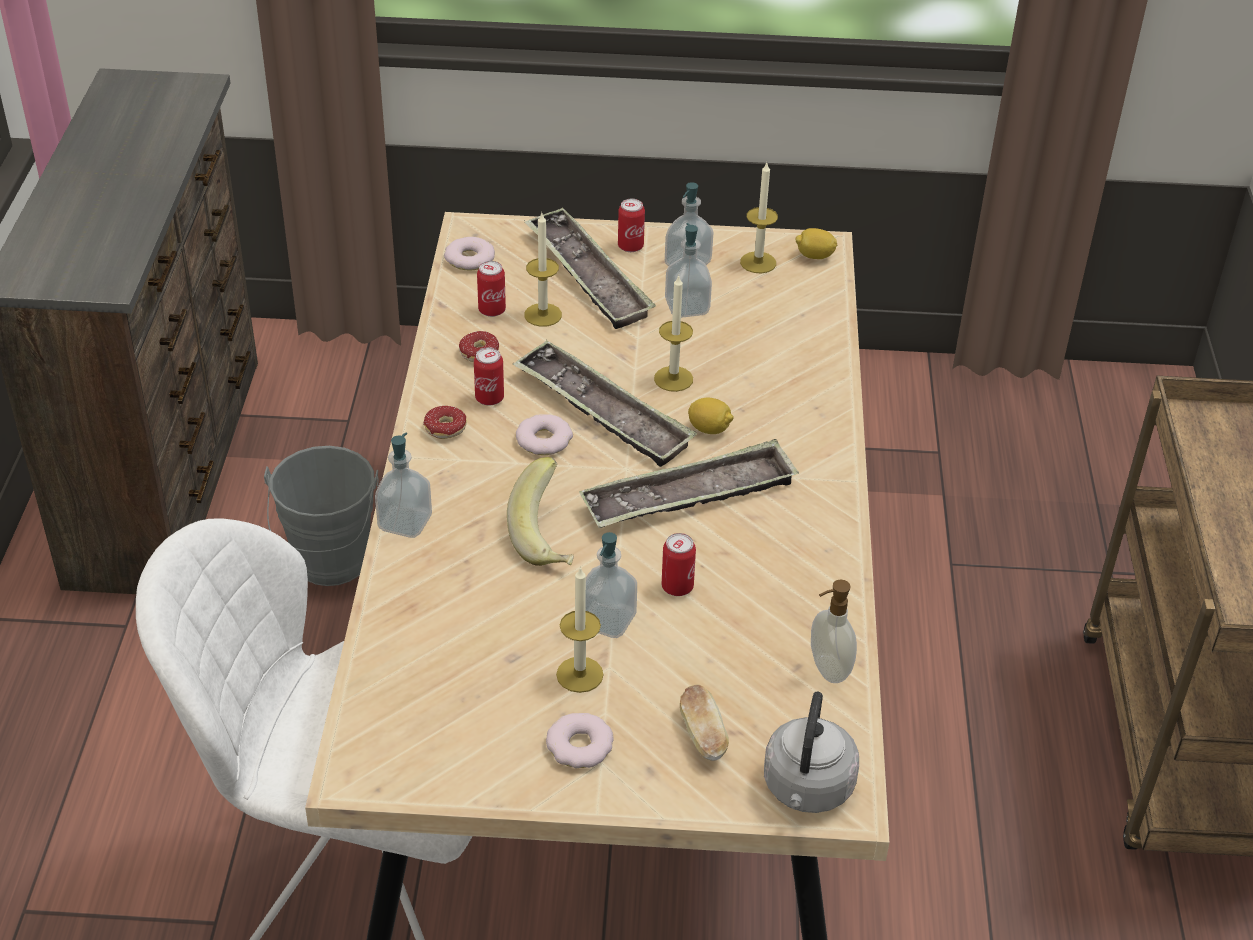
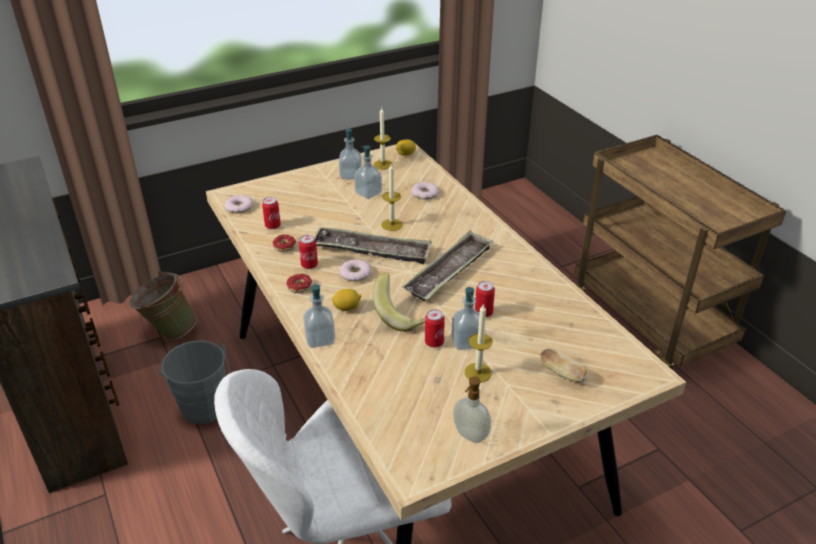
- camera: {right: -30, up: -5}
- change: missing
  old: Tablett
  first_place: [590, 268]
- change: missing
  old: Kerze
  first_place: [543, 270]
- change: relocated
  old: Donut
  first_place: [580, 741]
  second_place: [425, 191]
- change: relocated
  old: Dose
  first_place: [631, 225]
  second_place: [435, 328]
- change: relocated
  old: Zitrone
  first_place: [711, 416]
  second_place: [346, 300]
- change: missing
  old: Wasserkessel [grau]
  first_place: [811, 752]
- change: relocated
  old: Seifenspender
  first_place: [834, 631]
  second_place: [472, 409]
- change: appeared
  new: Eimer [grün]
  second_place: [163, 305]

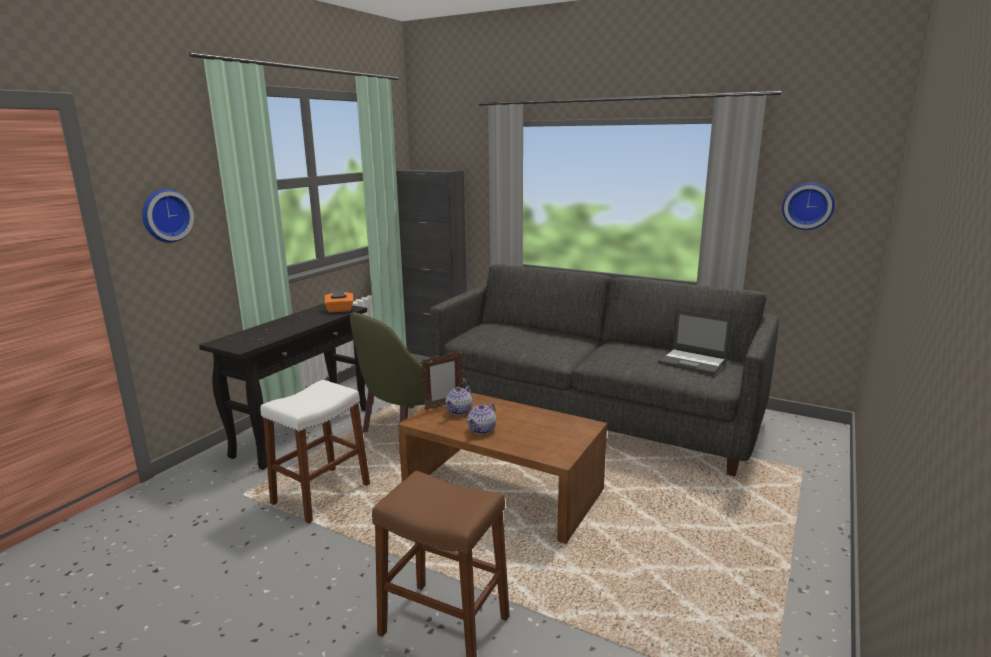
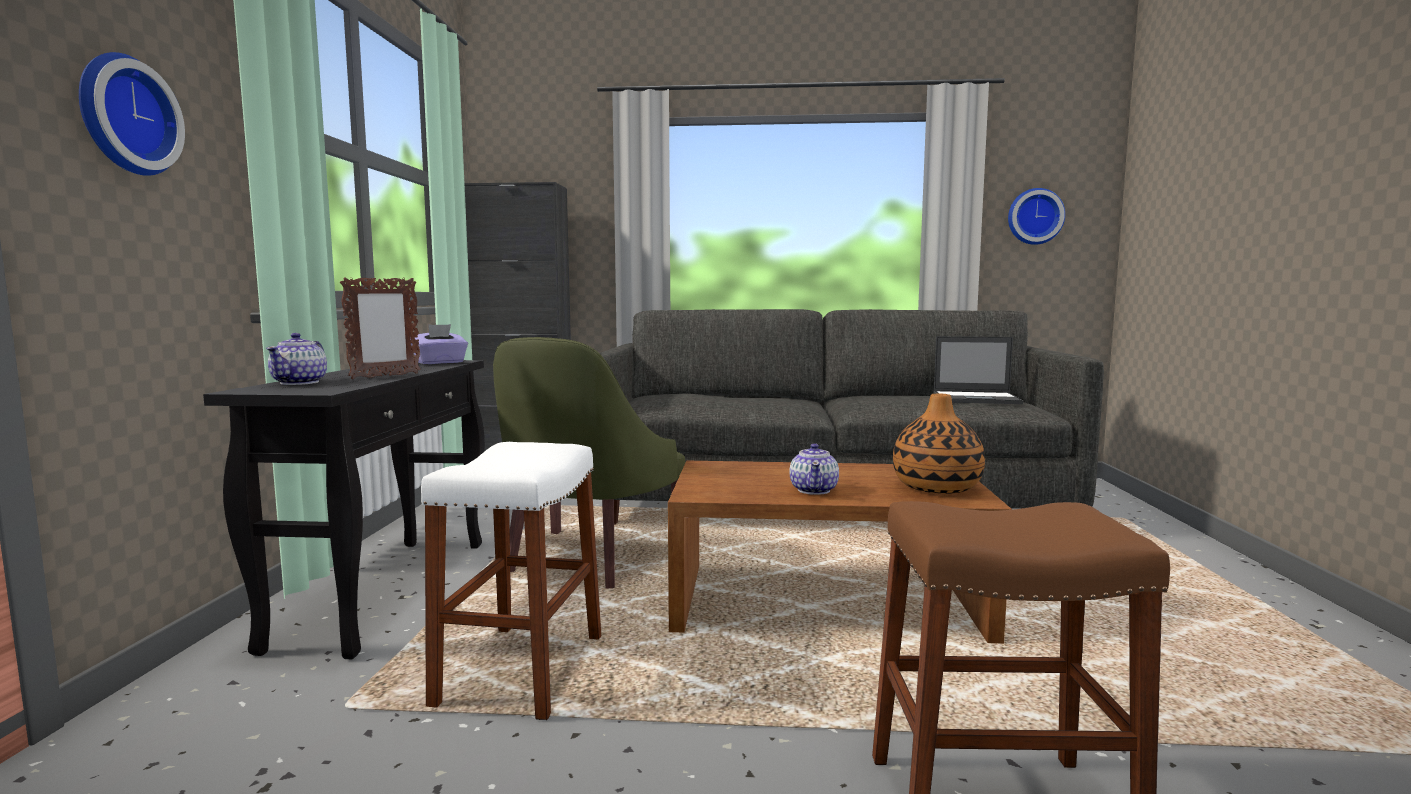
- camera: {right: -25, up: -10}
- change: colour
  old: Taschentuchbox [orange]
  new: Taschentuchbox [lila]
  first_place: [339, 301]
  second_place: [439, 344]
- change: relocated
  old: Bilderrahmen
  first_place: [442, 381]
  second_place: [380, 328]
- change: relocated
  old: Teekanne
  first_place: [459, 400]
  second_place: [296, 359]
- change: appeared
  new: Vase
  second_place: [939, 443]

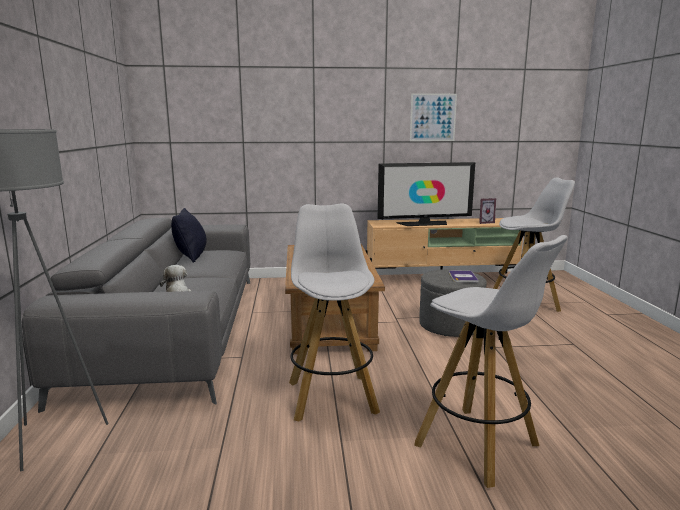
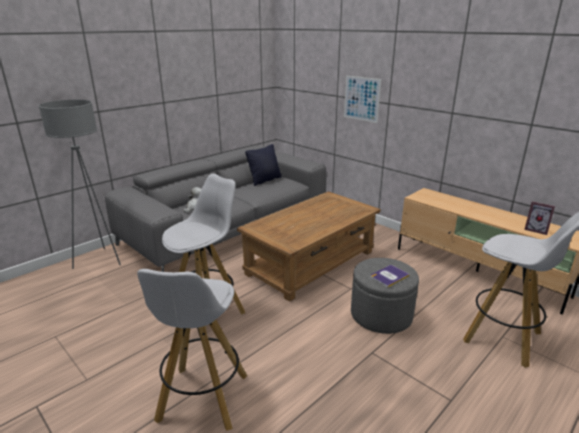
- camera: {right: 50, up: 10}
- change: missing
  old: Fernseher
  first_place: [426, 194]
- change: relocated
  old: Bild
  first_place: [433, 117]
  second_place: [362, 99]

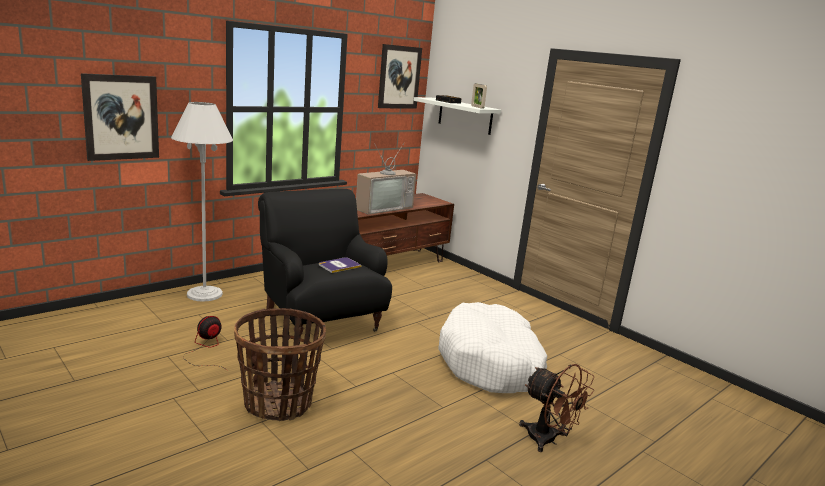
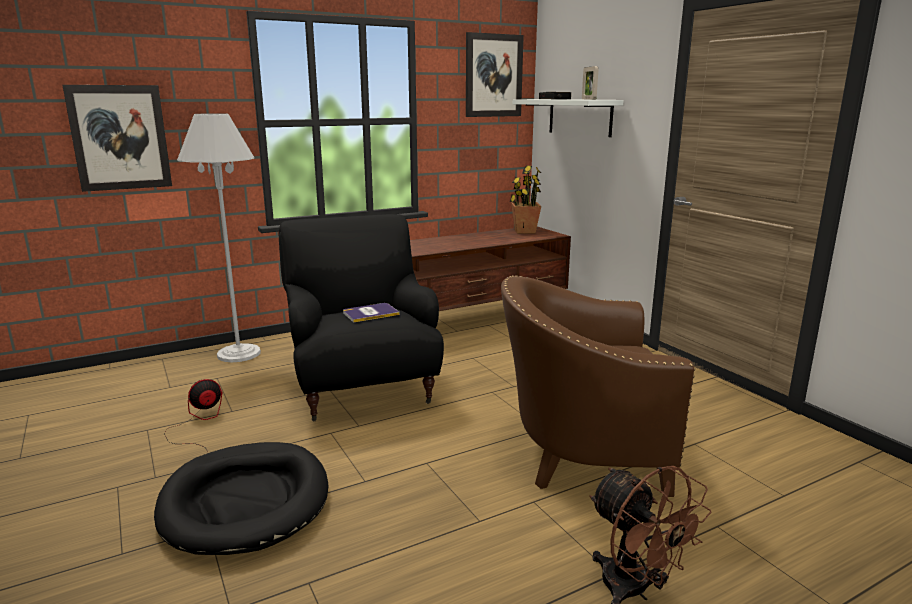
- camera: {right: 15, up: 0}
- change: exchanged
  old: Korb
  new: Hundebett [schwarz]
  first_place: [280, 364]
  second_place: [241, 498]
- change: missing
  old: Fernseher
  first_place: [386, 179]
- change: exchanged
  old: Hundebett [weiß]
  new: Sessel [braun]
  first_place: [492, 347]
  second_place: [598, 386]
- change: appeared
  new: Topfpflanze
  second_place: [525, 199]

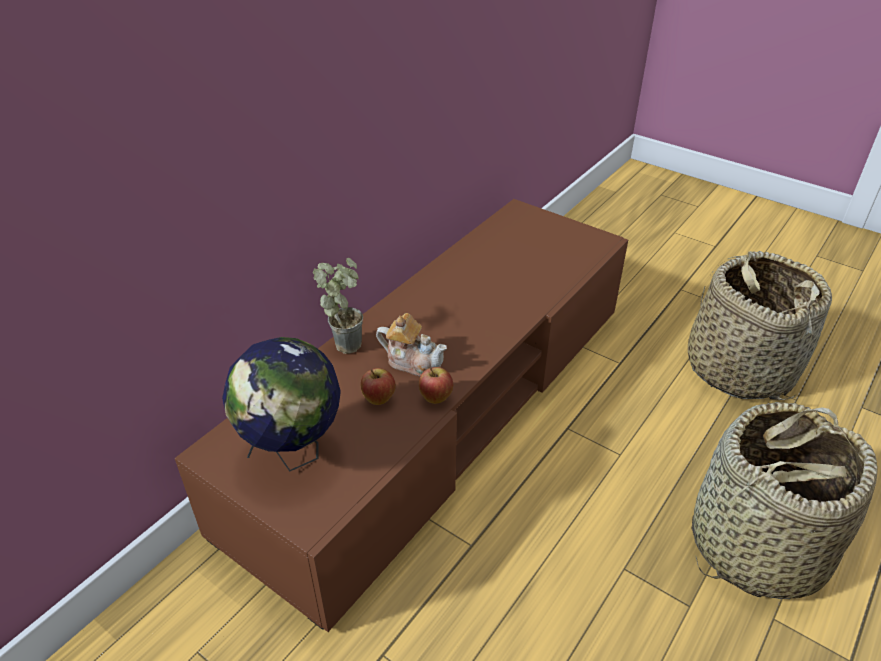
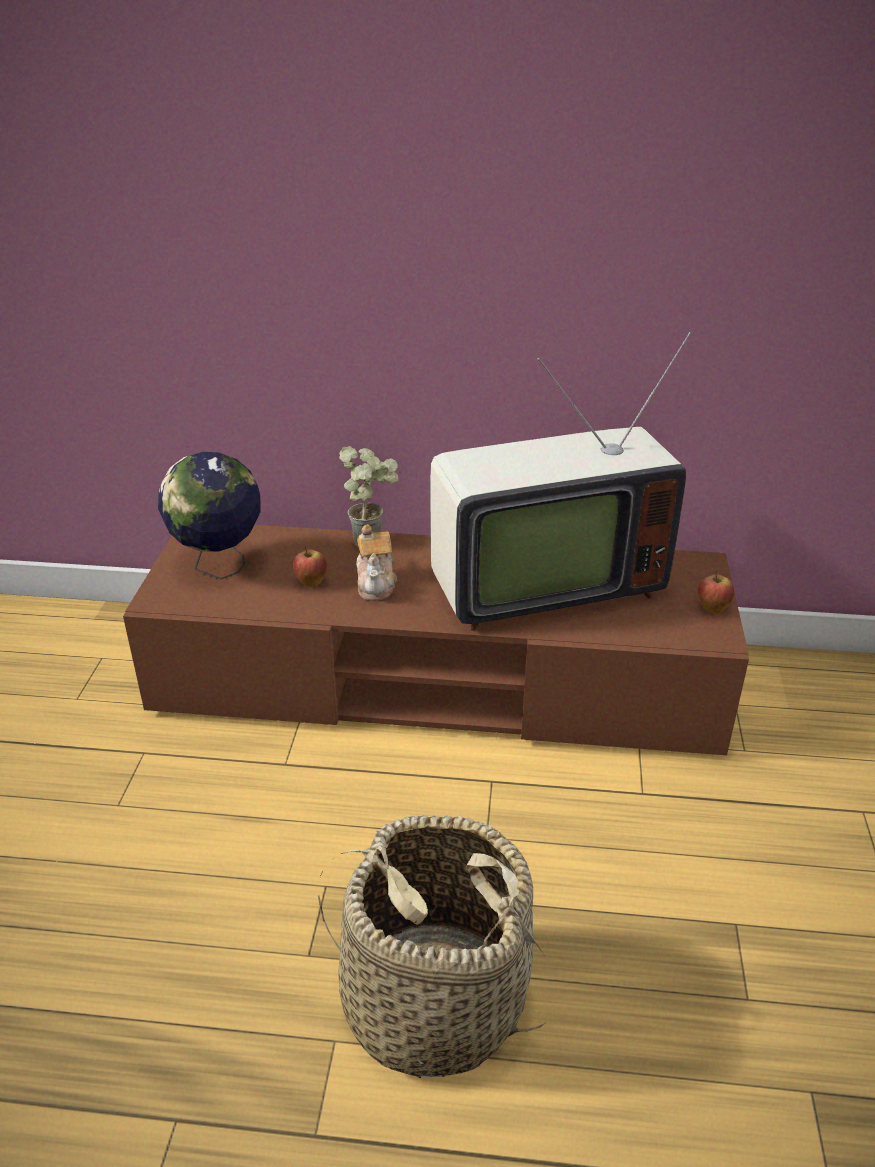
- camera: {right: 60, up: -5}
- change: relocated
  old: Apfel
  first_place: [436, 385]
  second_place: [716, 592]
- change: missing
  old: Korb
  first_place: [760, 325]
- change: appeared
  new: Fernseher
  second_place: [560, 481]

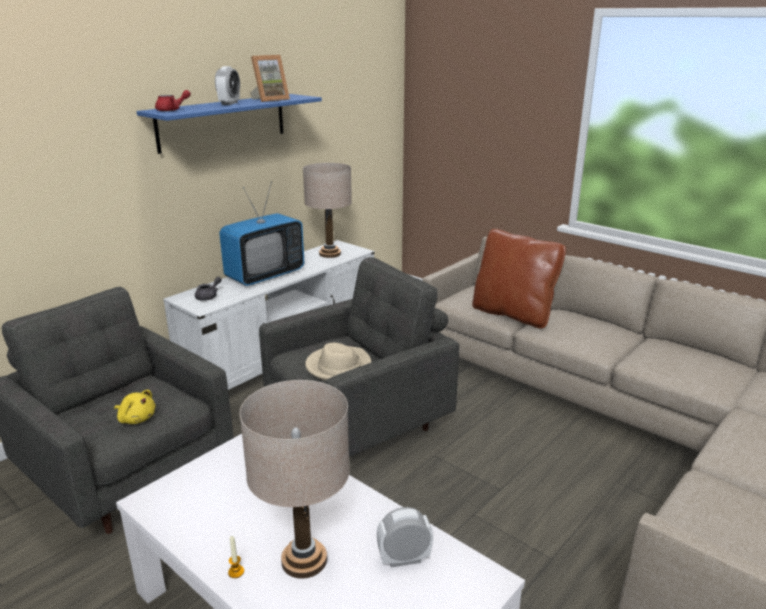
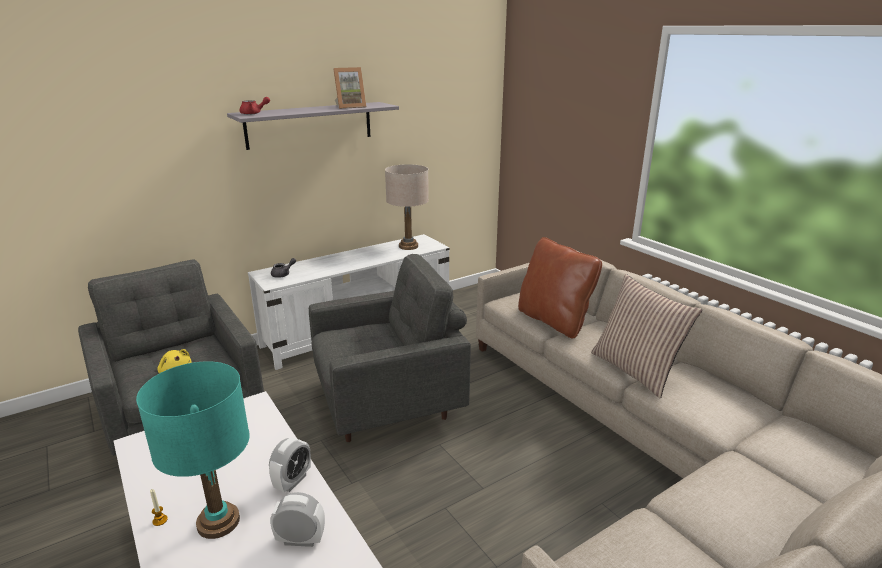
- camera: {right: 15, up: 0}
- change: colour
  old: Wandregal [blau]
  new: Wandregal [grau]
  first_place: [229, 124]
  second_place: [313, 126]
- change: relocated
  old: Wecker
  first_place: [227, 85]
  second_place: [290, 464]
- change: missing
  old: Fernseher
  first_place: [261, 234]
- change: colour
  old: Tischlampe [beige]
  new: Tischlampe [türkis]
  first_place: [294, 479]
  second_place: [193, 450]
- change: missing
  old: Hut [beige]
  first_place: [338, 362]
- change: appeared
  new: Kissen
  second_place: [646, 336]

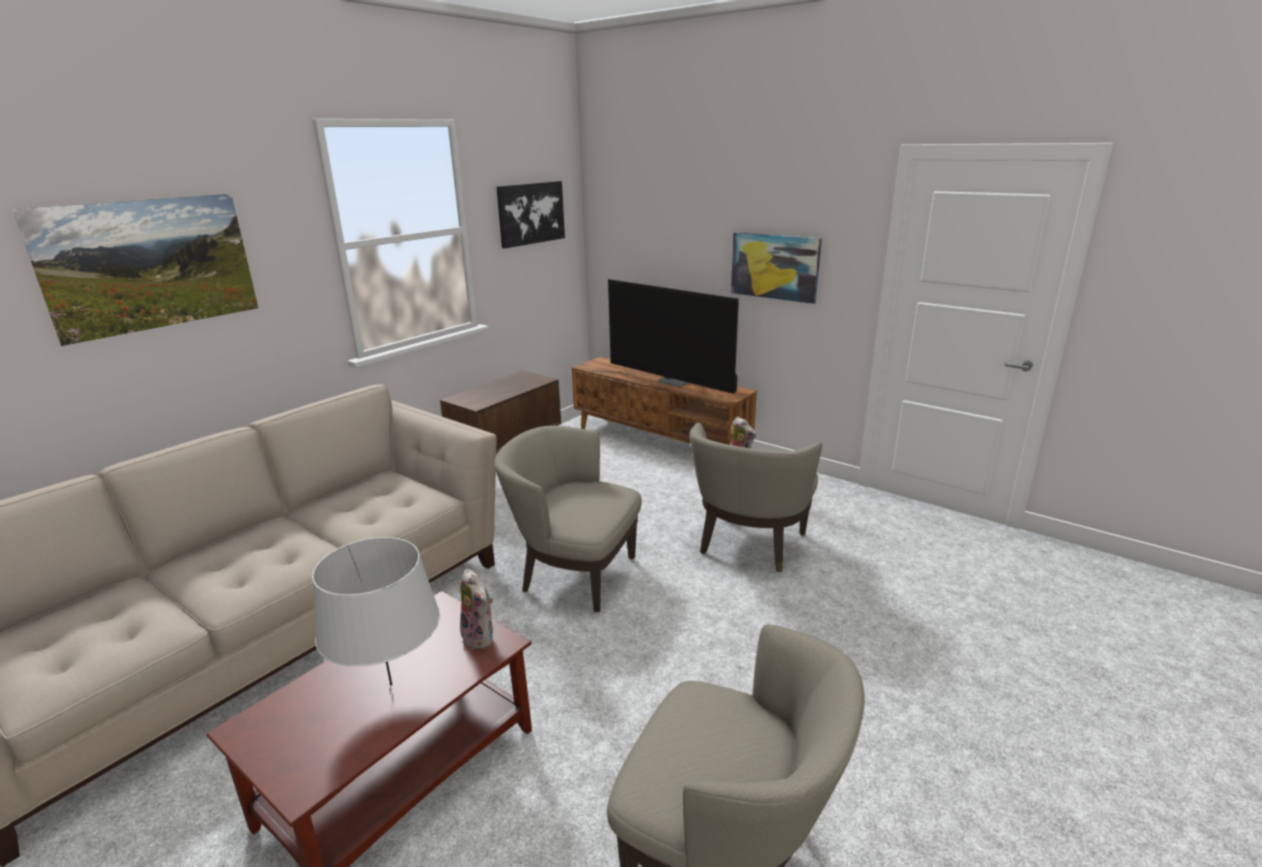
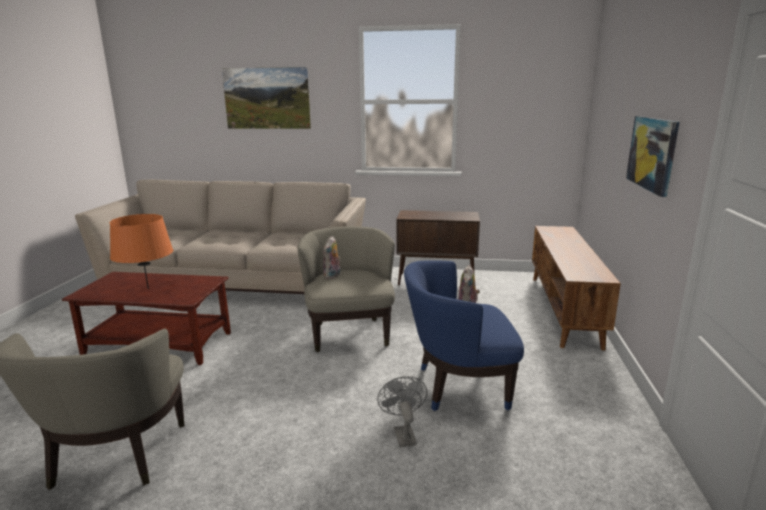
- camera: {right: 60, up: -5}
- change: colour
  old: Tischlampe [grau]
  new: Tischlampe [orange]
  first_place: [376, 611]
  second_place: [141, 251]
- change: relocated
  old: Plüschtier
  first_place: [476, 609]
  second_place: [332, 257]
- change: missing
  old: Bild
  first_place: [530, 214]
- change: missing
  old: Fernseher
  first_place: [673, 336]
- change: colour
  old: Sessel [beige]
  new: Sessel [blau]
  first_place: [755, 497]
  second_place: [464, 335]
- change: appeared
  new: Ventilator [grau]
  second_place: [402, 411]

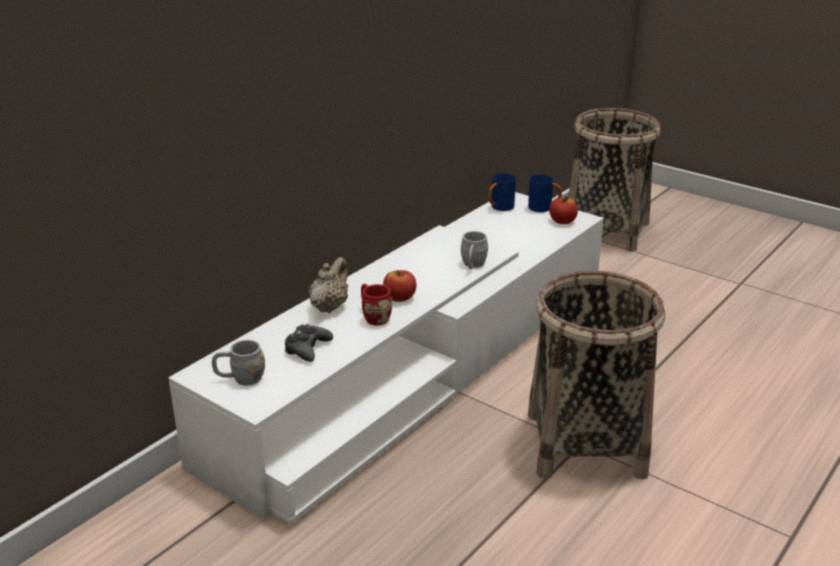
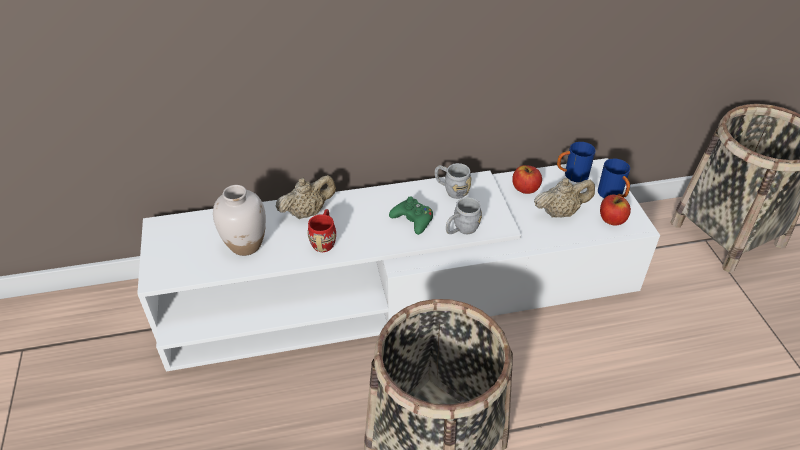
- camera: {right: 40, up: 15}
- change: relocated
  old: Henkelbecher [grau]
  first_place: [238, 363]
  second_place: [453, 181]
- change: exchanged
  old: Gamepad [schwarz]
  new: Vase [weiß]
  first_place: [309, 343]
  second_place: [239, 220]
- change: relocated
  old: Apfel
  first_place: [399, 286]
  second_place: [527, 179]
- change: appeared
  new: Gamepad [grün]
  second_place: [411, 215]
- change: appeared
  new: Teekanne [beige]
  second_place: [564, 198]

